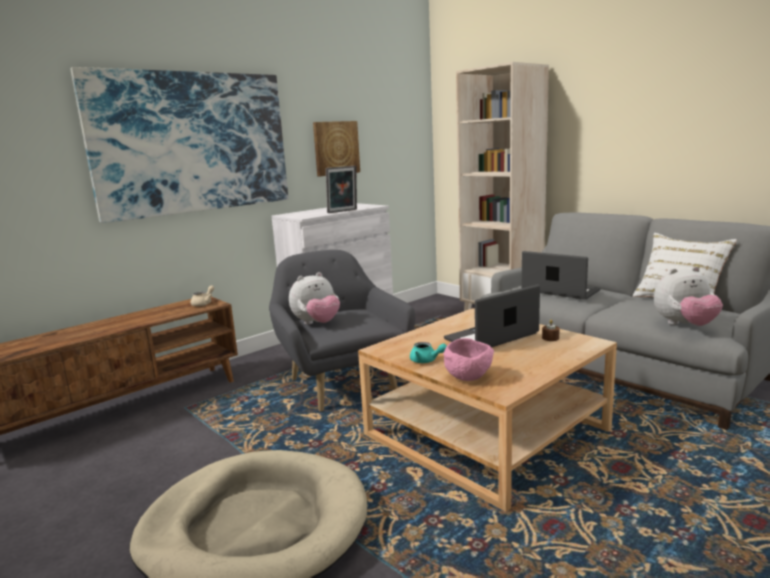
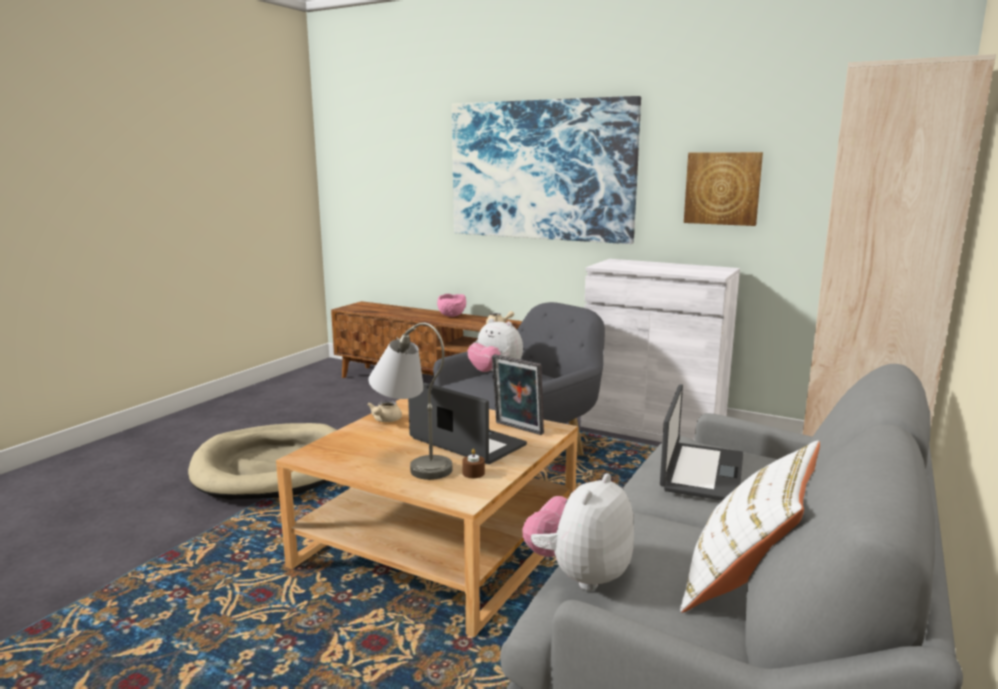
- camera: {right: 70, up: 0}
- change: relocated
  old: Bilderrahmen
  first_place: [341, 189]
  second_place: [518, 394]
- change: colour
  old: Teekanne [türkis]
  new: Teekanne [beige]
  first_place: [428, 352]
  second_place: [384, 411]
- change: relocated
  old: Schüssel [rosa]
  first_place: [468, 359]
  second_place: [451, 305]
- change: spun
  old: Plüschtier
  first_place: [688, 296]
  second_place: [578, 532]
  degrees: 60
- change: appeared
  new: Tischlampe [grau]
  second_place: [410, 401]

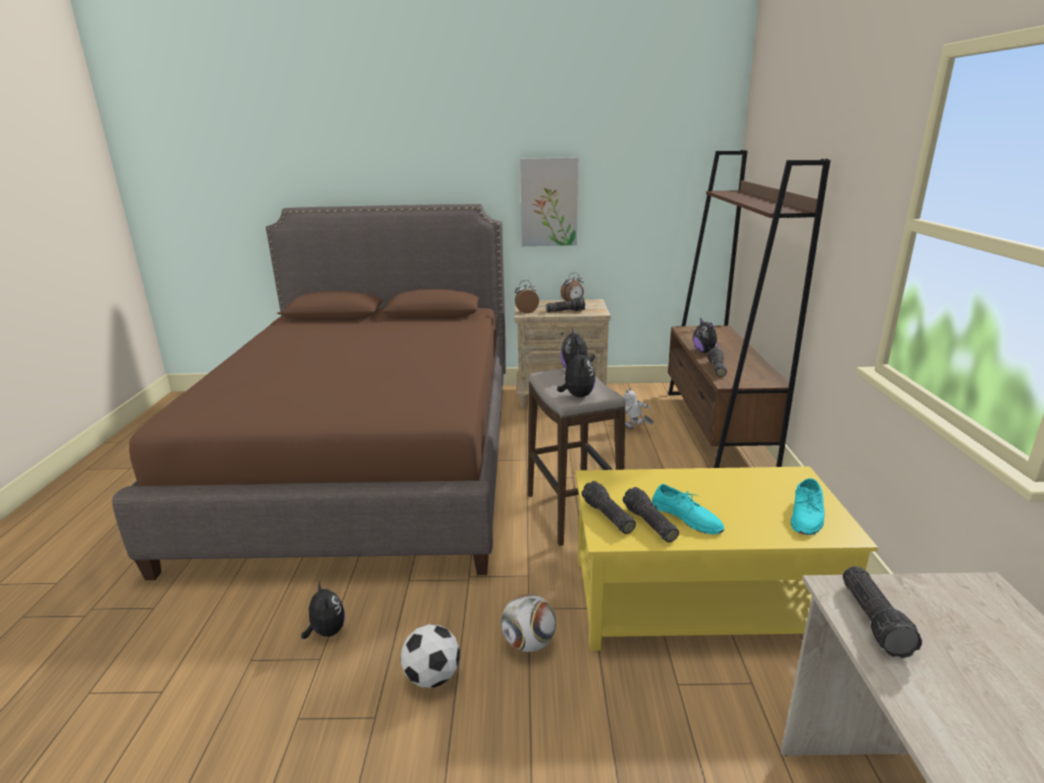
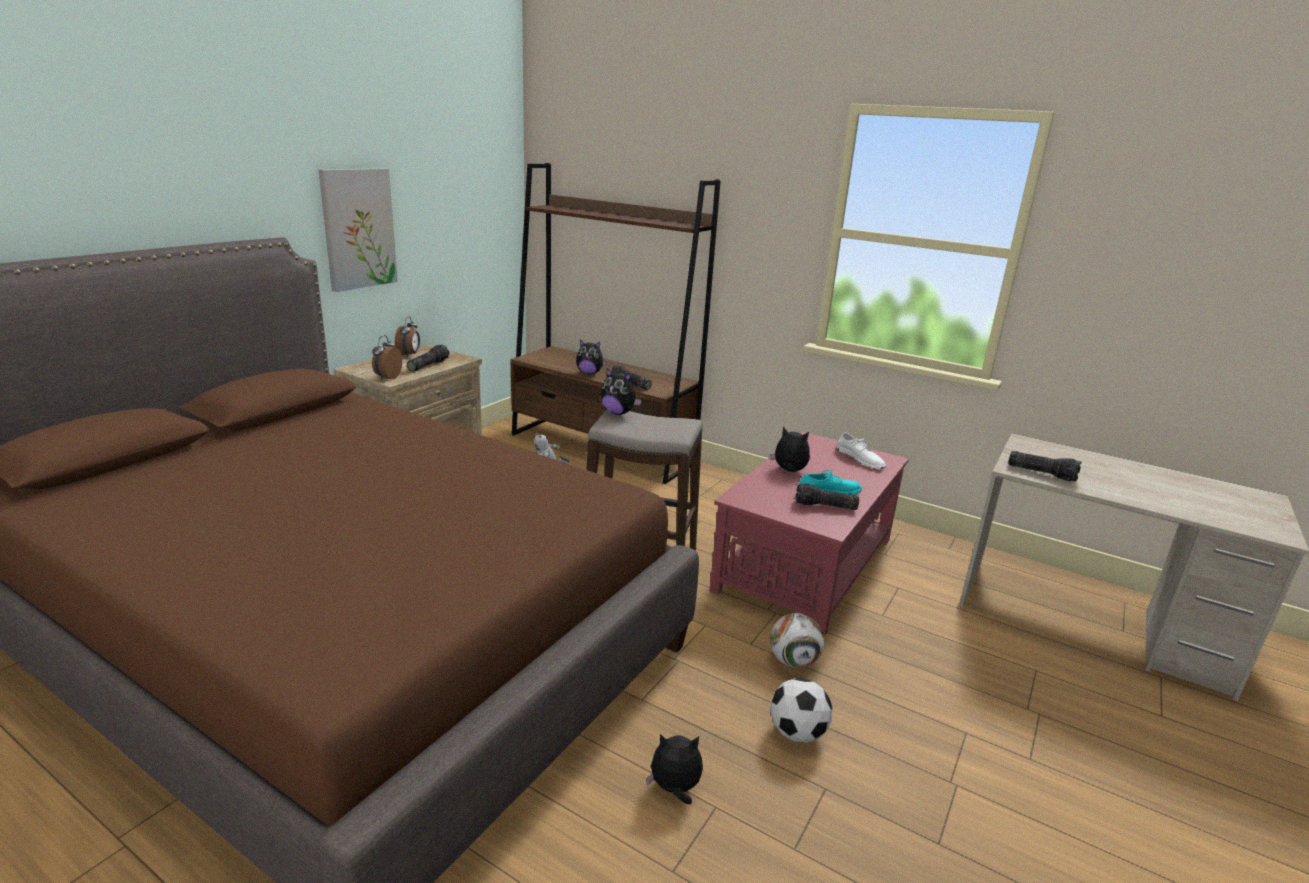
- camera: {right: -60, up: 0}
- change: relocated
  old: Plüschtier
  first_place: [576, 373]
  second_place: [790, 449]
- change: colour
  old: Couchtisch [gelb]
  new: Couchtisch [rot]
  first_place: [727, 558]
  second_place: [809, 533]
- change: missing
  old: Taschenlampe
  first_place: [609, 507]
- change: colour
  old: Schuh [türkis]
  new: Schuh [weiß]
  first_place: [808, 506]
  second_place: [861, 451]

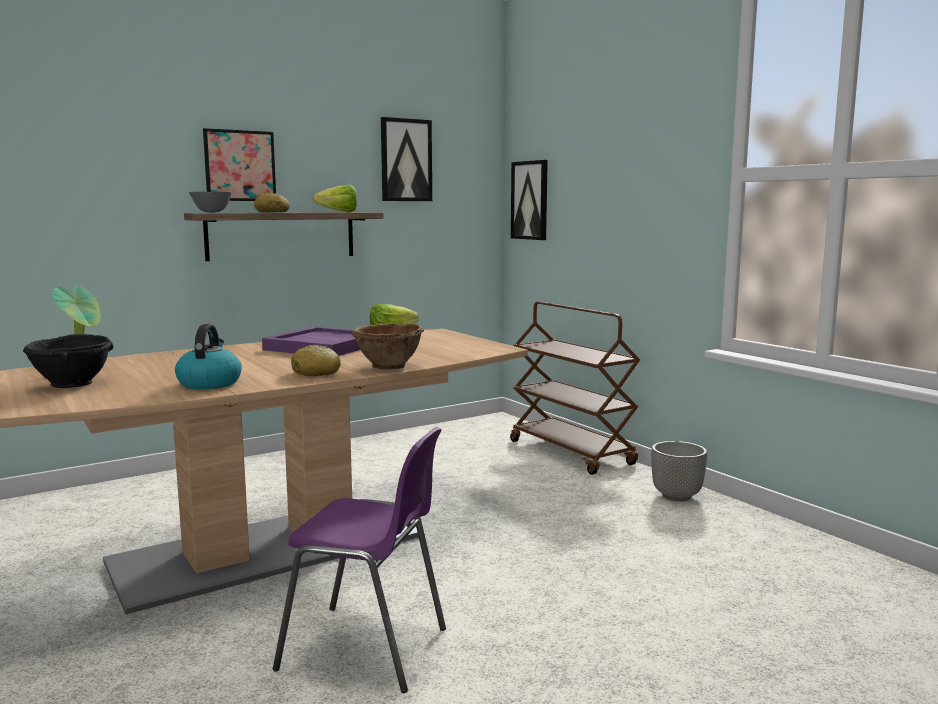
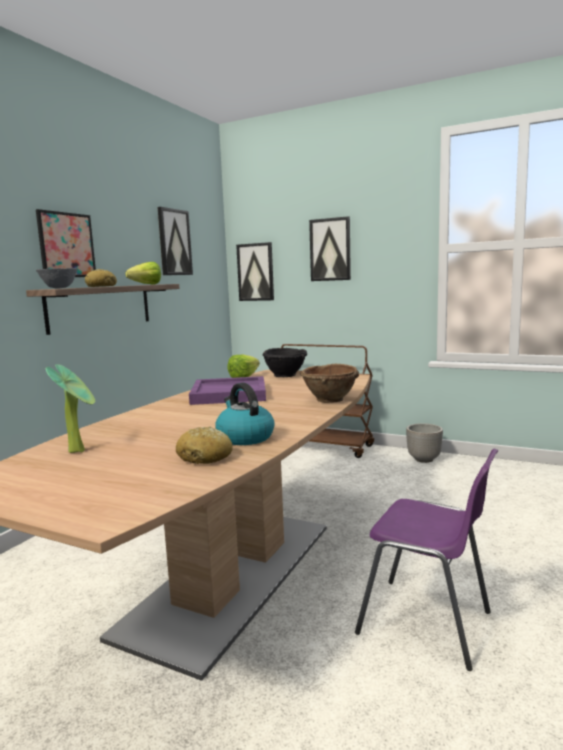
- camera: {right: -30, up: 0}
- change: relocated
  old: Schüssel [schwarz]
  first_place: [68, 361]
  second_place: [284, 362]
- change: spun
  old: Stuhl [lila]
  first_place: [359, 560]
  second_place: [427, 559]
  degrees: 45
- change: relocated
  old: Brot
  first_place: [316, 360]
  second_place: [204, 445]
- change: appeared
  new: Bild
  second_place: [330, 248]

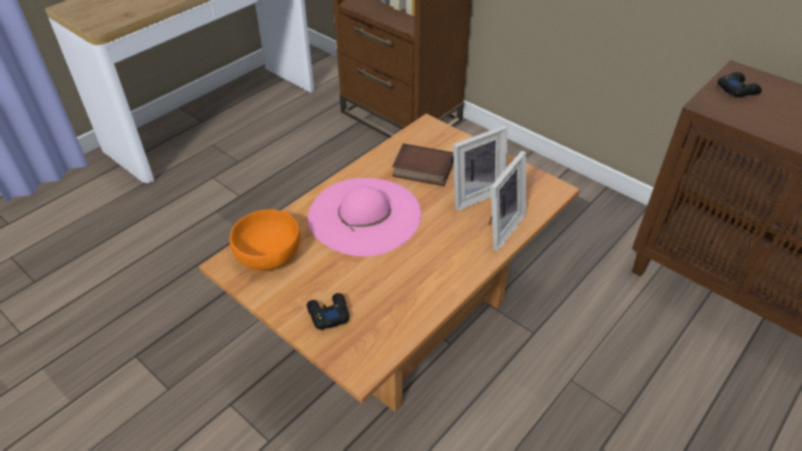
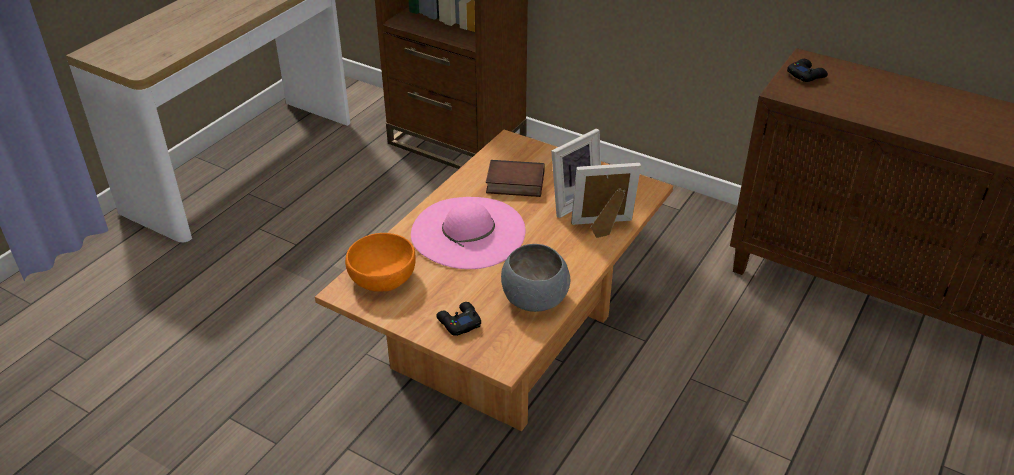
- camera: {right: -10, up: -5}
- change: spun
  old: Bilderrahmen
  first_place: [507, 201]
  second_place: [606, 200]
  degrees: -120
- change: appeared
  new: Schüssel [grau]
  second_place: [535, 278]

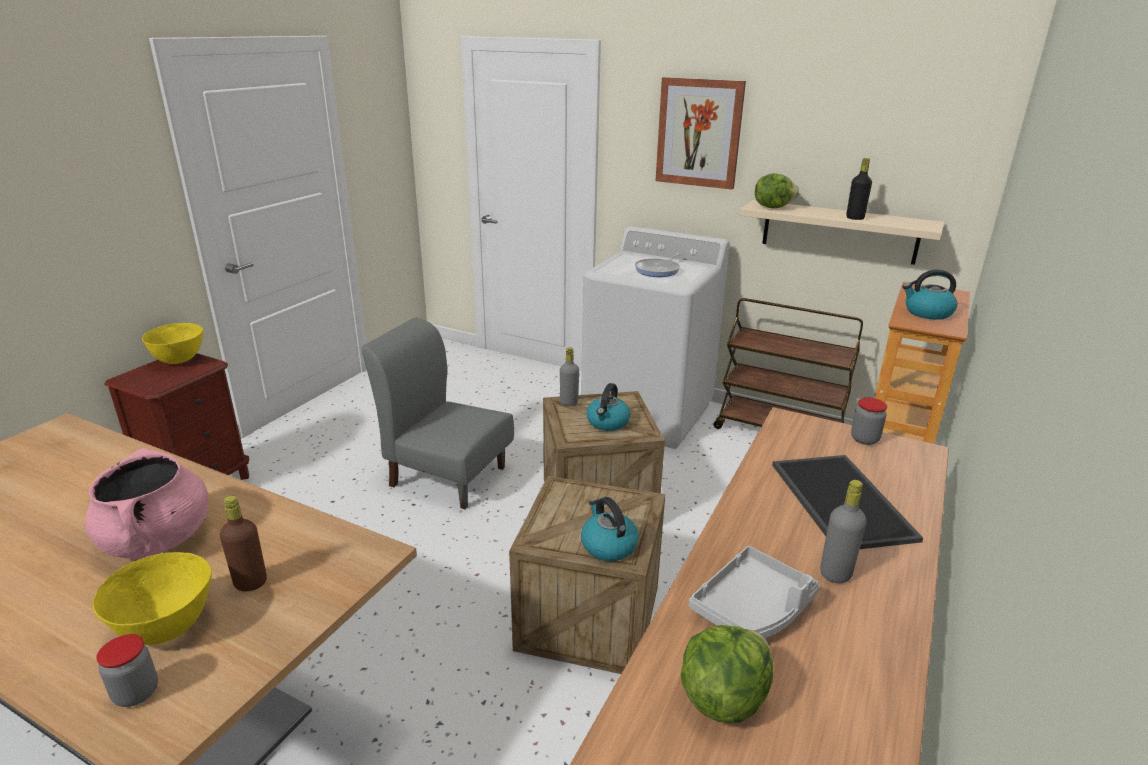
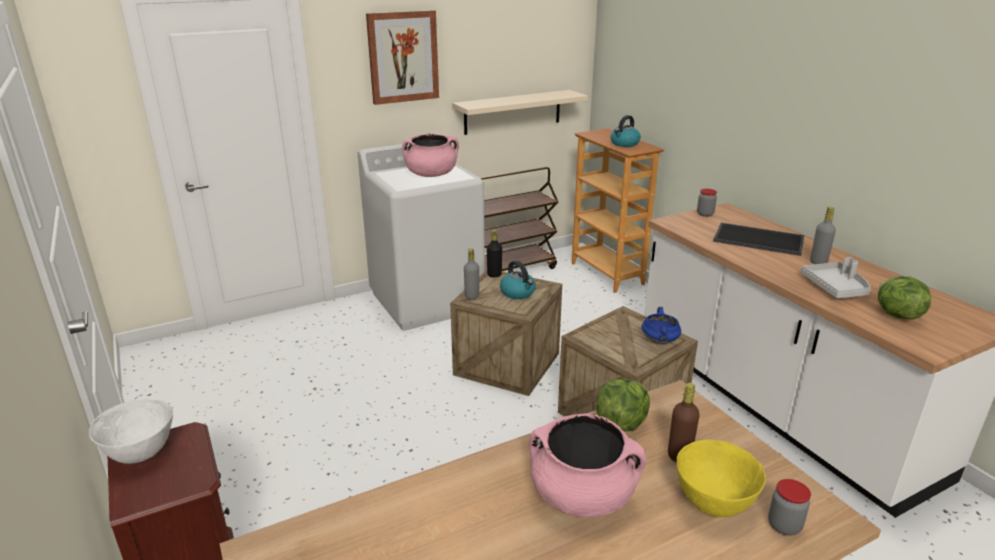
- camera: {right: -55, up: 0}
- change: colour
  old: Schüssel [gelb]
  new: Schüssel [weiß]
  first_place: [172, 343]
  second_place: [131, 431]
- change: missing
  old: Stuhl [grau]
  first_place: [438, 413]
- change: exchanged
  old: Wasserkessel
  new: Kochtopf [blau]
  first_place: [610, 529]
  second_place: [661, 326]
- change: exchanged
  old: Pfanne
  new: Kochtopf [rosa]
  first_place: [658, 265]
  second_place: [430, 155]
- change: relocated
  old: Salatkopf
  first_place: [777, 190]
  second_place: [623, 405]
- change: relocated
  old: Flasche [schwarz]
  first_place: [859, 189]
  second_place: [494, 253]

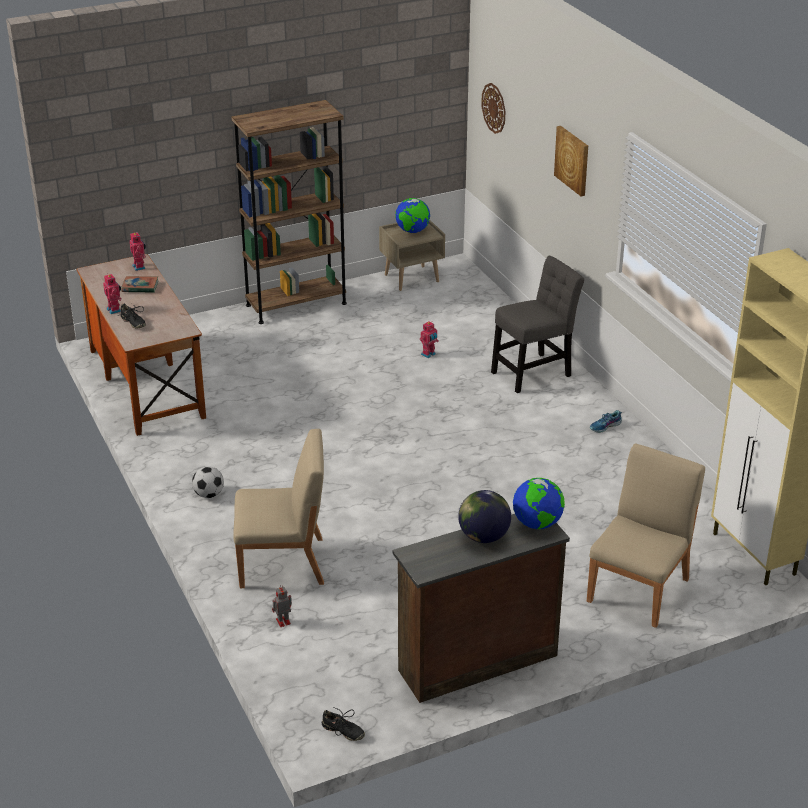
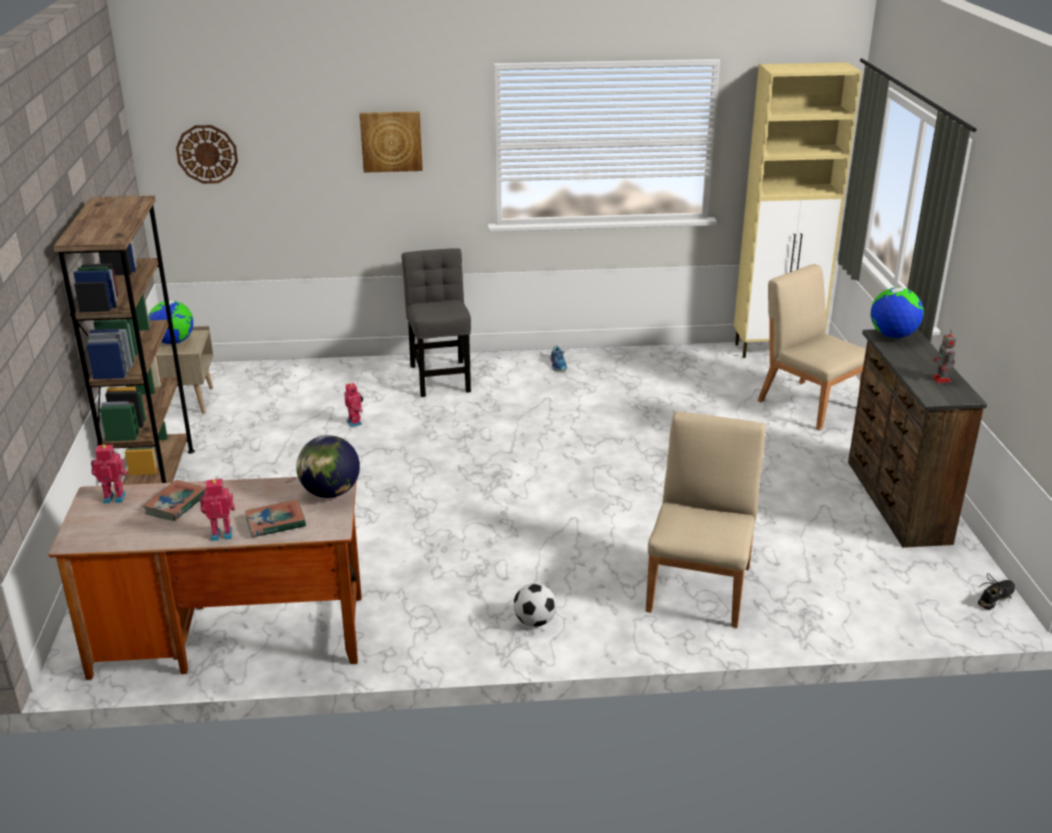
- camera: {right: -70, up: -5}
- change: exchanged
  old: Schuh [schwarz]
  new: Buch
  first_place: [132, 316]
  second_place: [275, 518]
- change: relocated
  old: Spielzeugroboter
  first_place: [282, 606]
  second_place: [944, 356]
- change: relocated
  old: Globus
  first_place: [484, 516]
  second_place: [328, 466]

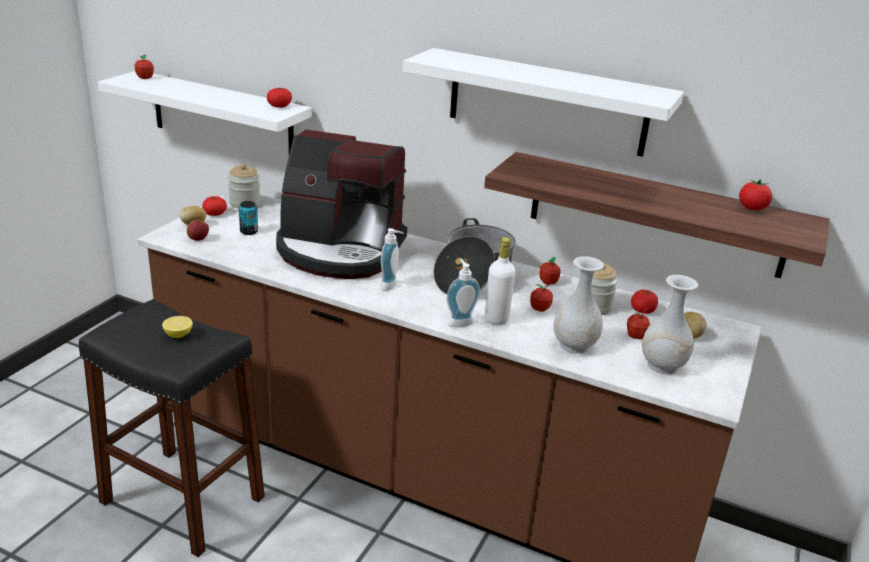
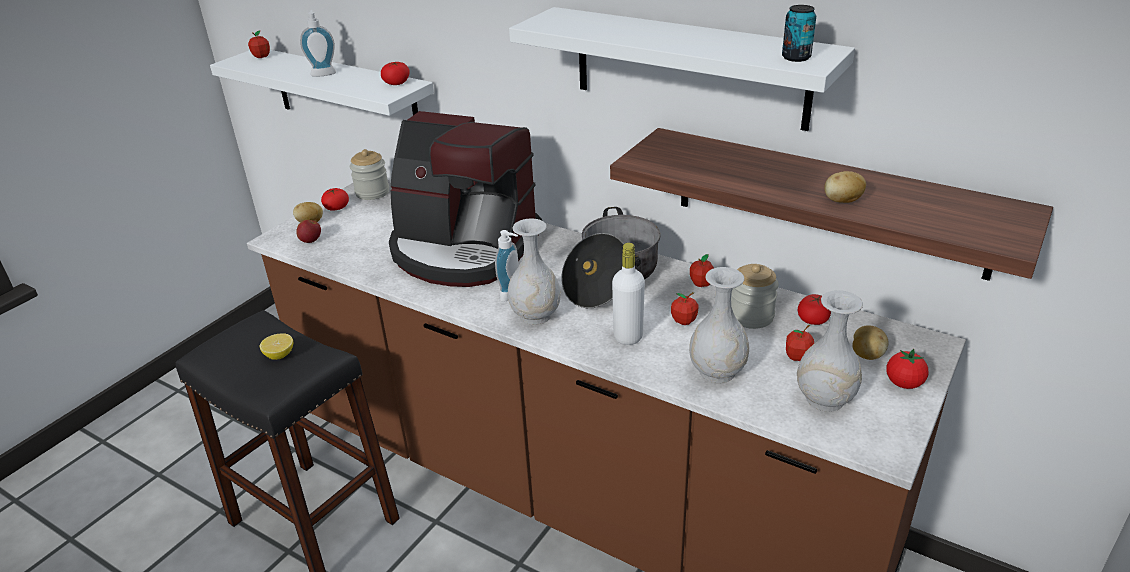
- camera: {right: 10, up: 5}
- change: relocated
  old: Dose
  first_place: [248, 218]
  second_place: [799, 33]
- change: relocated
  old: Seifenspender
  first_place: [463, 293]
  second_place: [318, 43]
- change: relocated
  old: Tomate
  first_place: [755, 194]
  second_place: [907, 369]
- change: appeared
  new: Vase [weiß]
  second_place: [534, 271]
- change: appeared
  new: Kartoffel
  second_place: [845, 187]

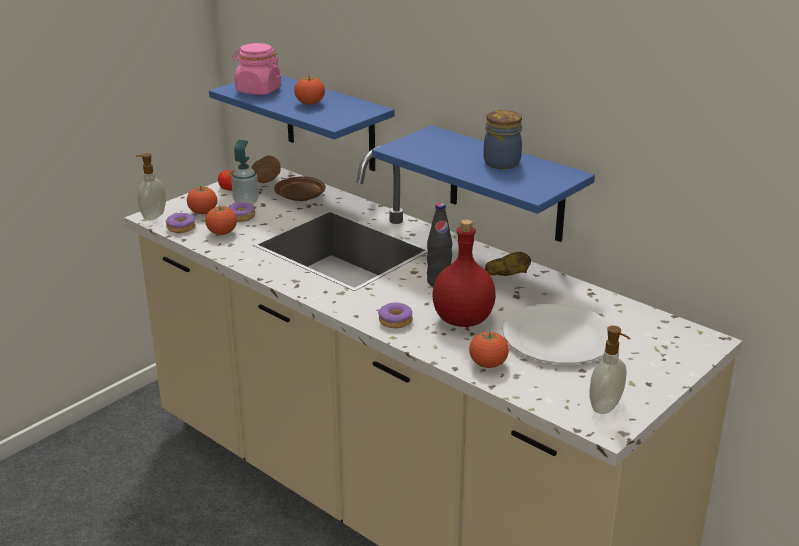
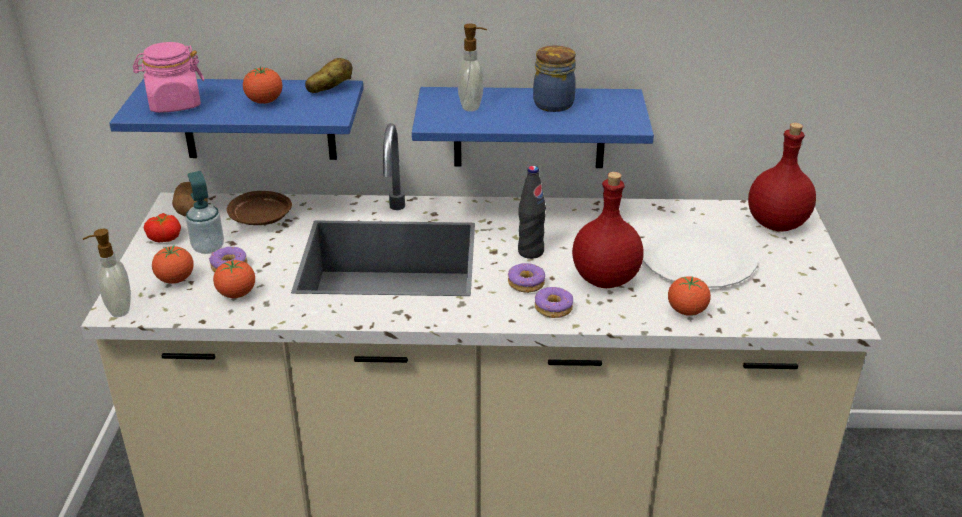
- camera: {right: -40, up: 5}
- change: relocated
  old: Donut
  first_place: [181, 223]
  second_place: [526, 278]
- change: relocated
  old: Kartoffel
  first_place: [508, 264]
  second_place: [328, 75]
- change: relocated
  old: Seifenspender
  first_place: [610, 370]
  second_place: [472, 68]
- change: appeared
  new: Flasche [rot]
  second_place: [782, 177]

